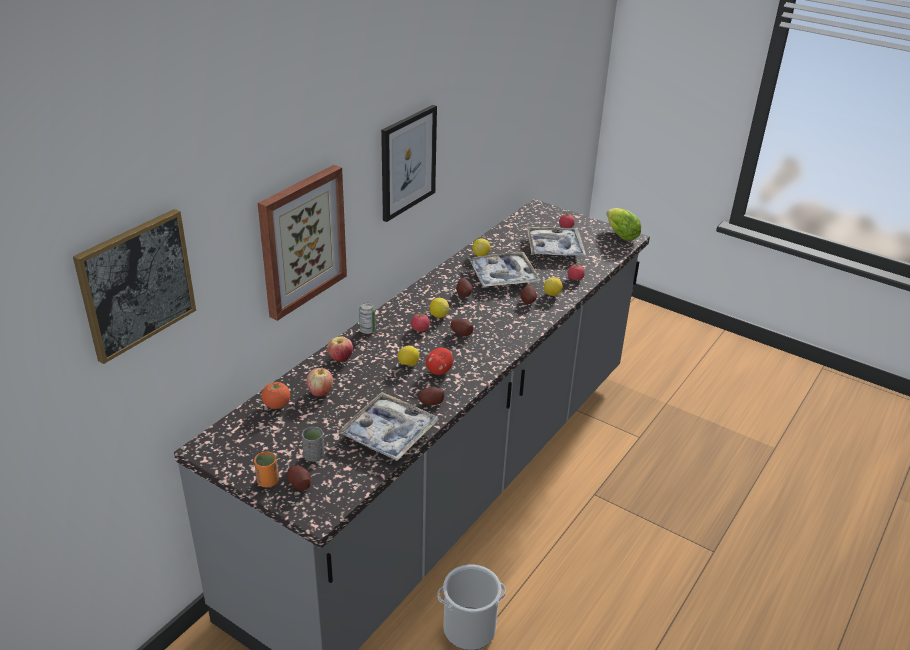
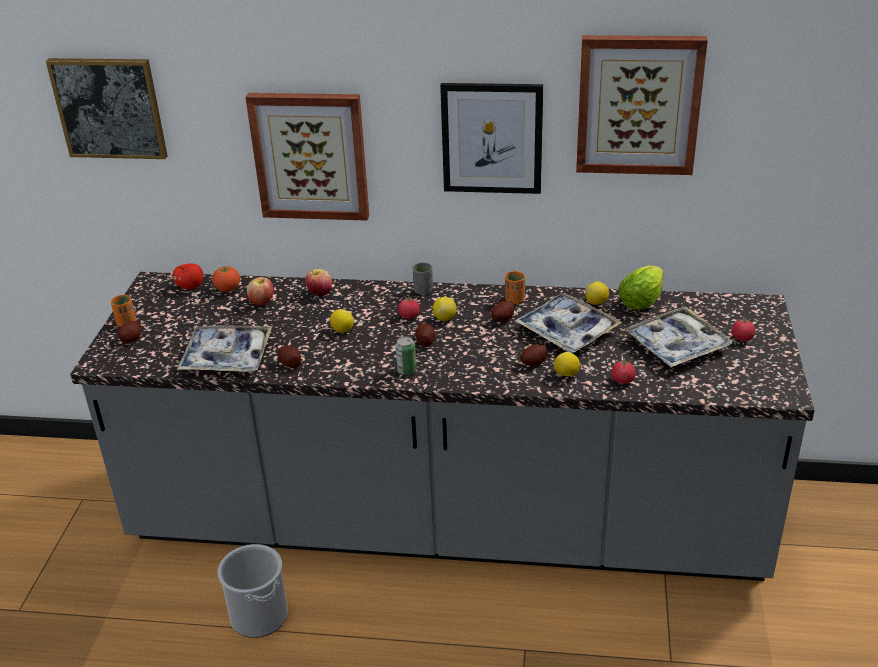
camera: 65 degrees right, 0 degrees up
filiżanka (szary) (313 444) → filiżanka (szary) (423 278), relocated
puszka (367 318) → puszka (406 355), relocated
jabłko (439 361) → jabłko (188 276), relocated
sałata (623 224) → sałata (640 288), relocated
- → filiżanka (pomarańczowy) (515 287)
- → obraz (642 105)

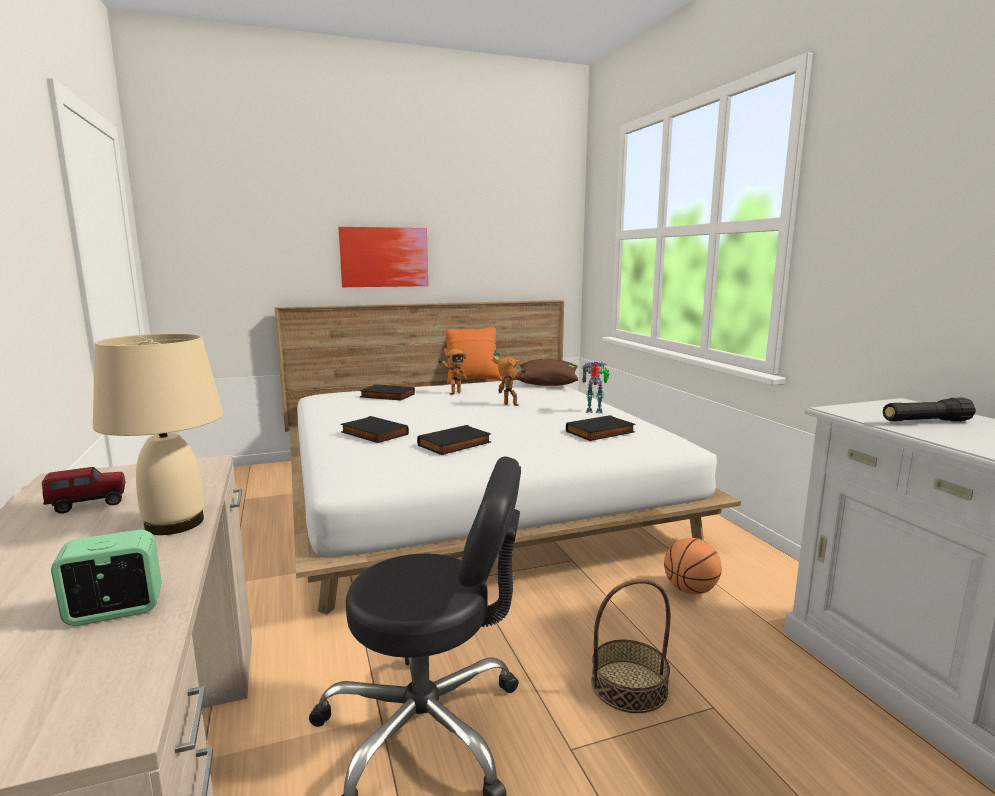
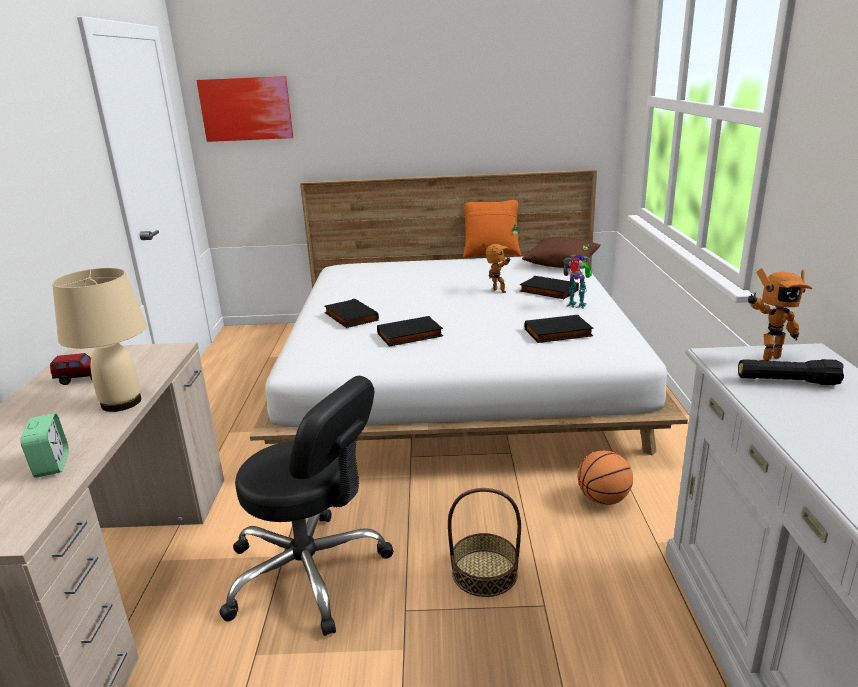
camera: 20 degrees right, 10 degrees up
budzik (106 578) → budzik (44 445), 75 degrees clockwise
obraz (383 257) → obraz (245 109), relocated
książka (czarny) (387 392) → książka (czarny) (549 287), relocated
robot zabawkowy (453 371) → robot zabawkowy (780 315), relocated

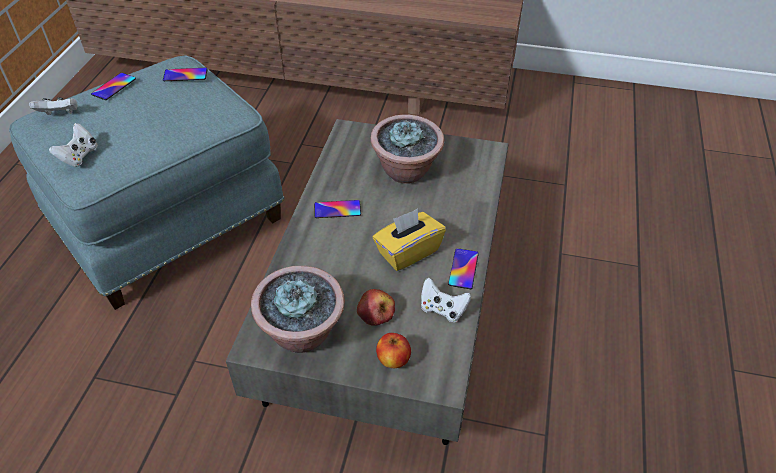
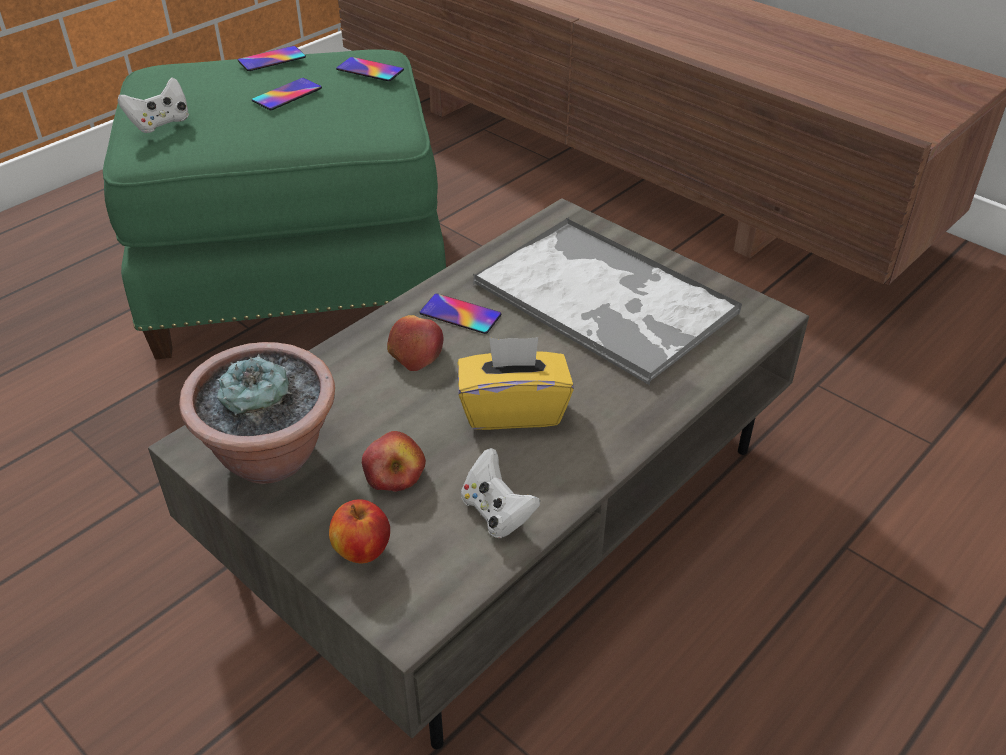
camera: 30 degrees right, 5 degrees down
pufa (niebieski) (146 182) → pufa (zielony) (274 204)
pad do gier (biały) (53 106) → -
roślina doniczkowa (407 149) → taca (607 301)
telefon (463 268) → telefon (287 94), relocated
- → jabłko (415 343)

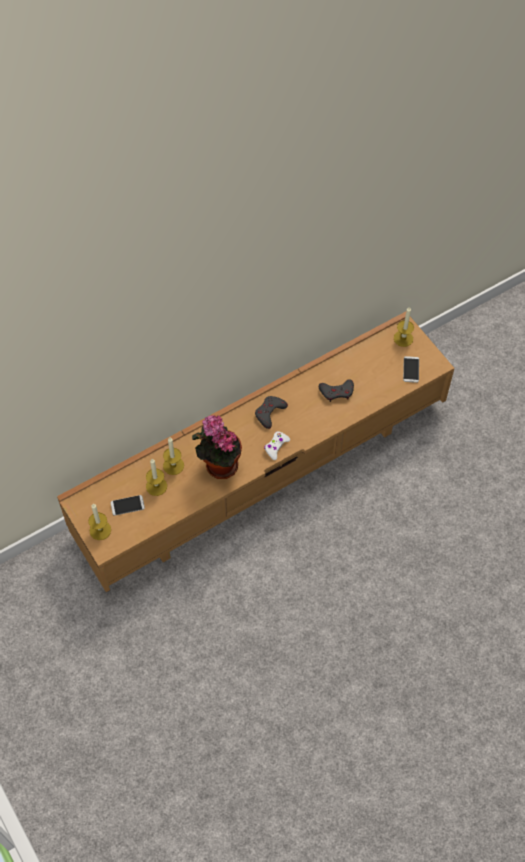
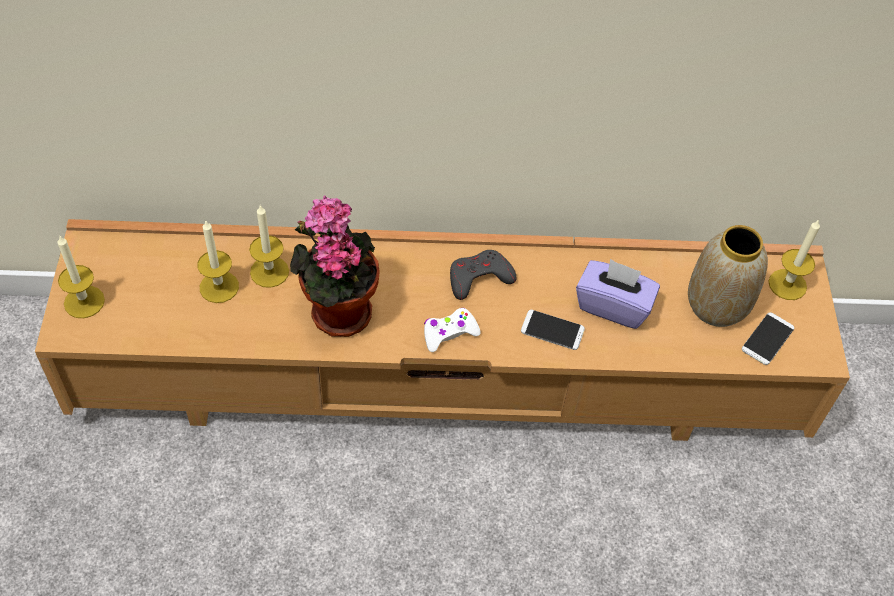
camera: 30 degrees right, 5 degrees down
telefon (128 505) → telefon (553 330), relocated
pad do gier (szary) (336 390) → pudełko chusteczek (fioletowy) (618 294)
- → wazon (728 276)

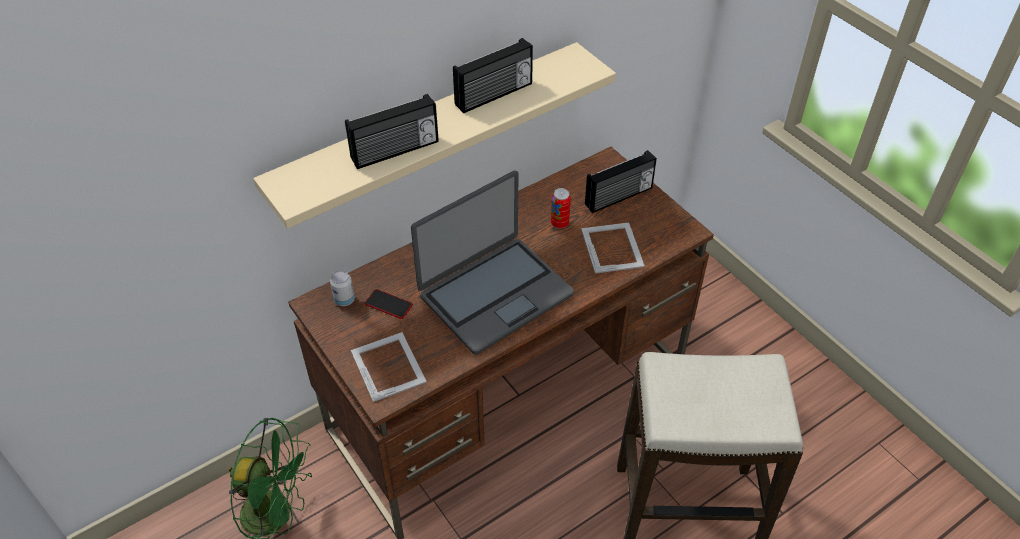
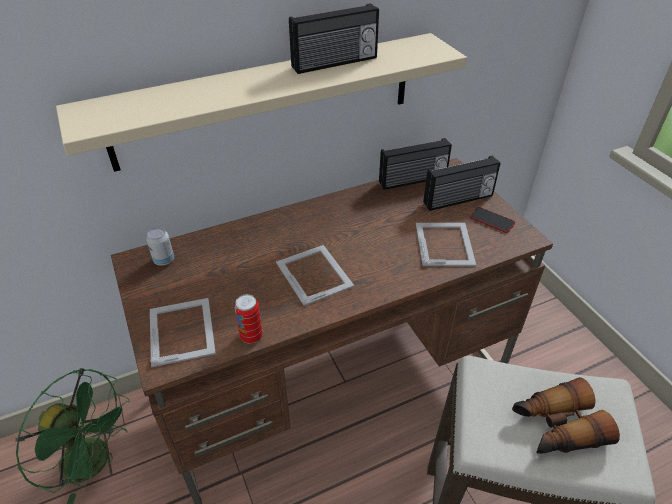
camera: 10 degrees right, 5 degrees down
radio (392 131) → radio (415 164), relocated
telefon (389 304) → telefon (492 220), relocated
laptop (492 262) → ramka na zdjęcie (315 275)
puszka (561 208) → puszka (249 319), relocated
- → lornetka (566 415)

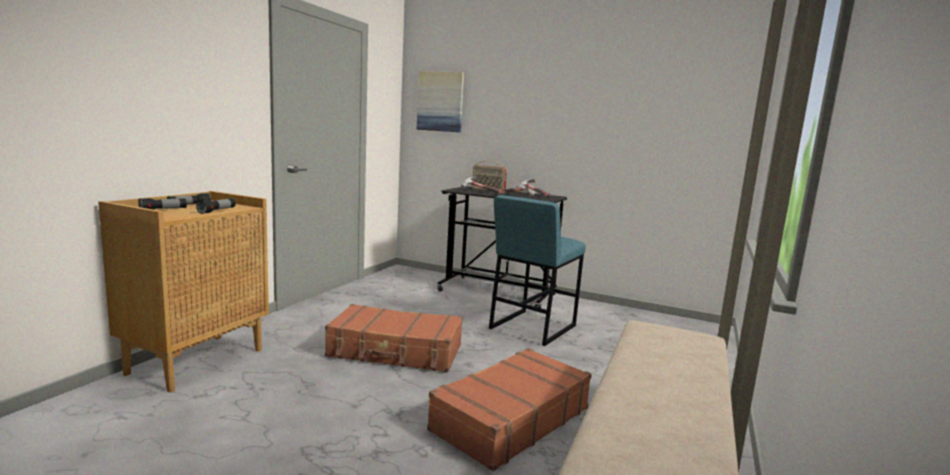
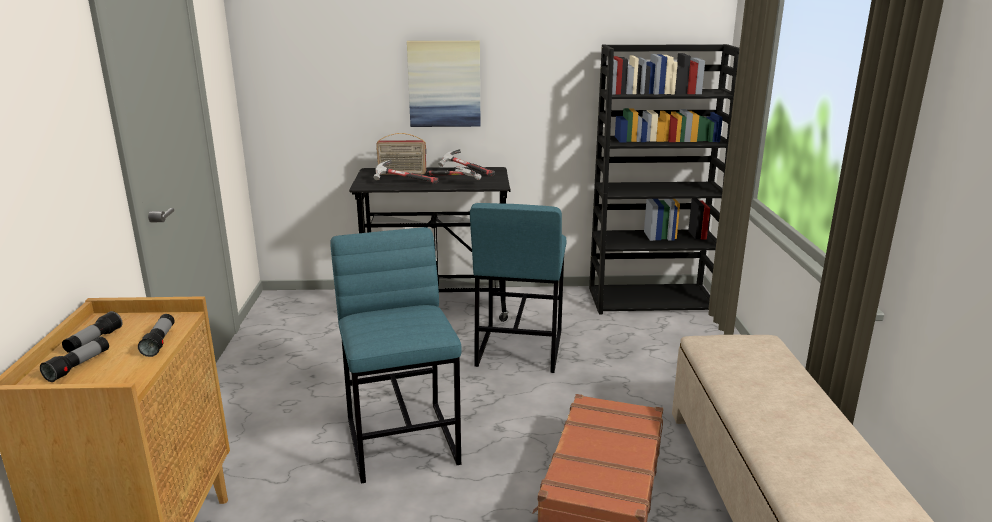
camera: 25 degrees left, 10 degrees up
walizka (brązowy) (394 338) → stołek (niebieski) (396 355)
obraz (440 101) → obraz (443 84), relocated
- → regał (czarny) (664 179)

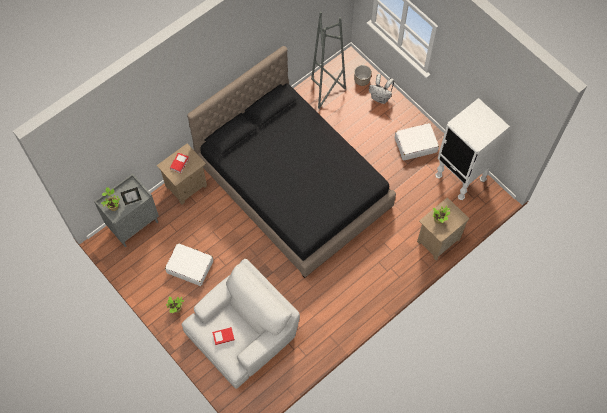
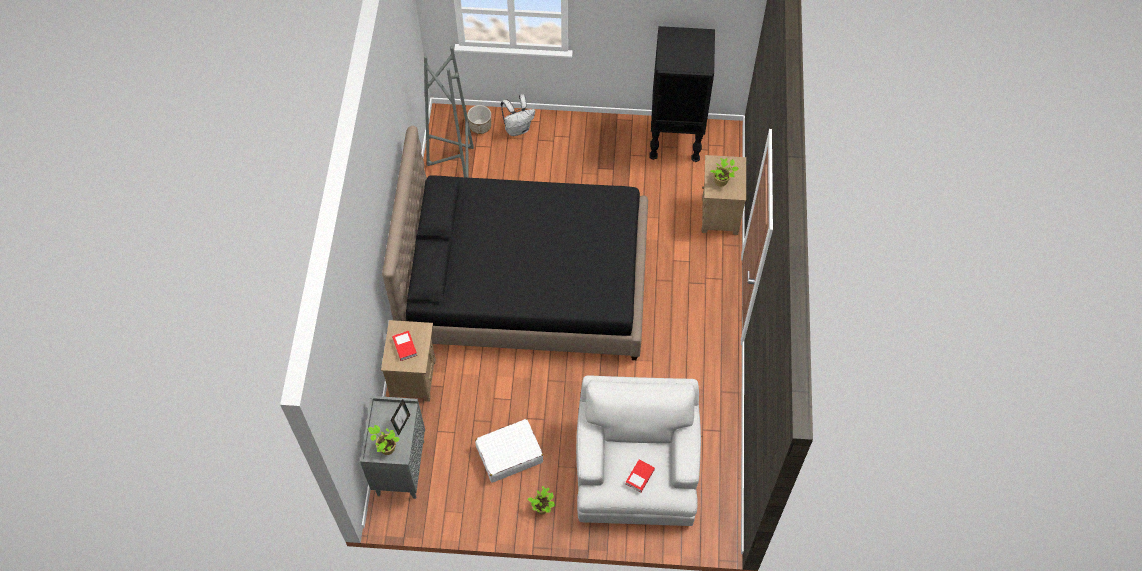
camera: 45 degrees left, 5 degrees down
walizka (biały) (417 142) → -
szafka (biały) (472 149) → szafka (czarny) (682 94)

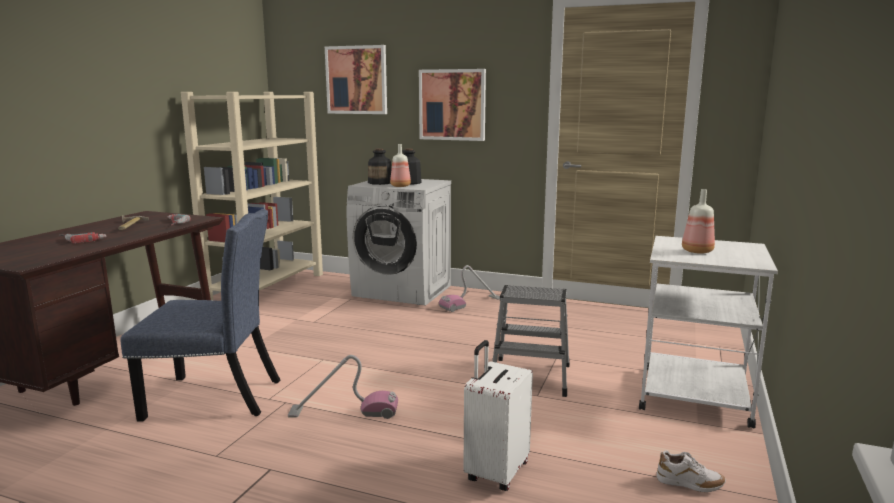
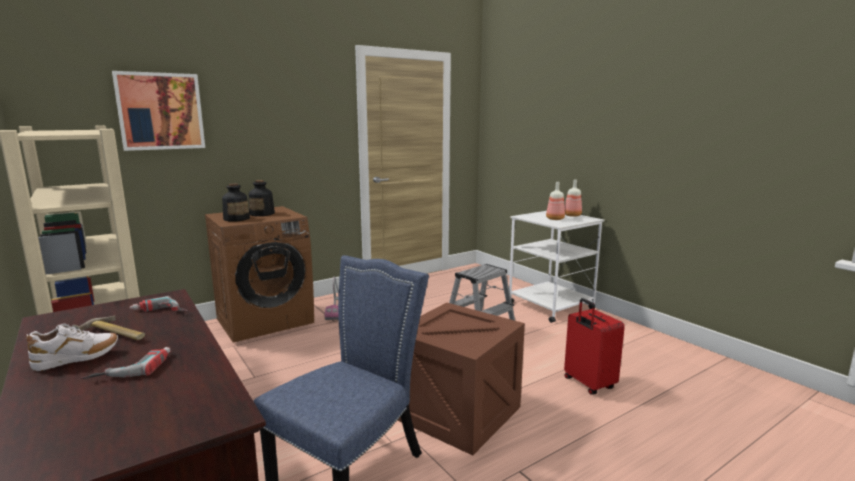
camera: 55 degrees left, 0 degrees up
odkurzacz (343 387) → skrzynka (461 378)
pralka (biały) (399 242) → pralka (brązowy) (259 274)
butelka (400 165) → butelka (573 198), relocated
obraz (452 105) → -
walizka (biały) (498 415) → walizka (czerwony) (594 346)
but (biały) (691 471) → but (biały) (72 347), relocated

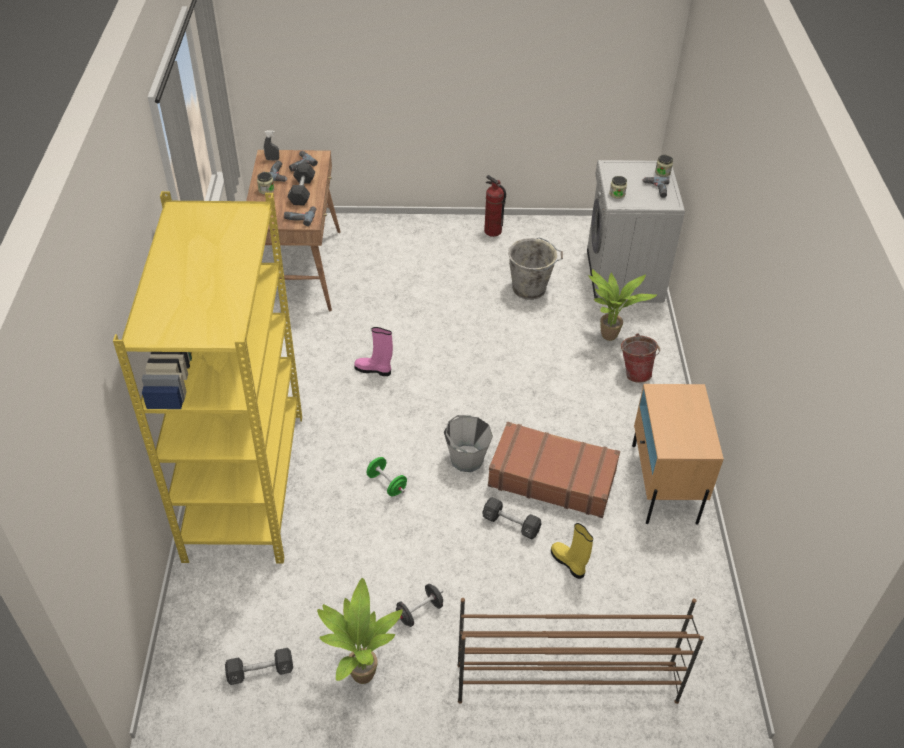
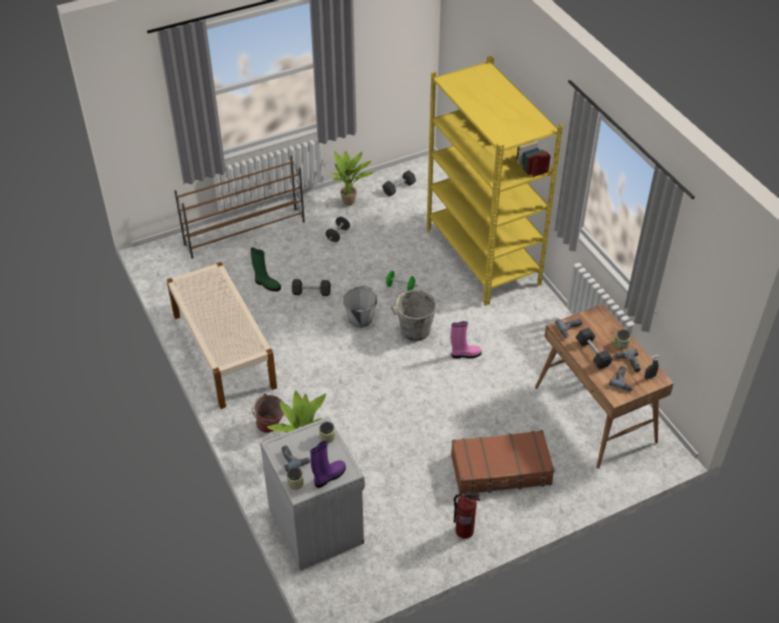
camera: 155 degrees right, 0 degrees up
walizka (brązowy) (554 470) → walizka (brązowy) (502 462), relocated
wiadro (szary) (535 268) → wiadro (szary) (414 315), relocated
but z cholewką (żółty) (572 551) → but z cholewką (zielony) (266 269)
szafka nocna (beżowy) (678 454) → ławka (beżowy) (221 335)
- → but z cholewką (fioletowy) (328 464)

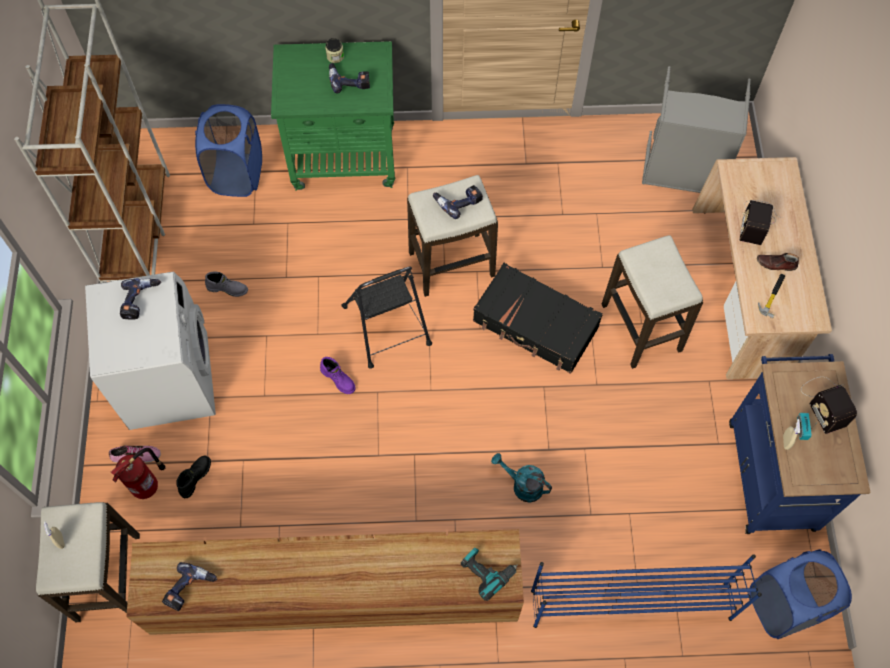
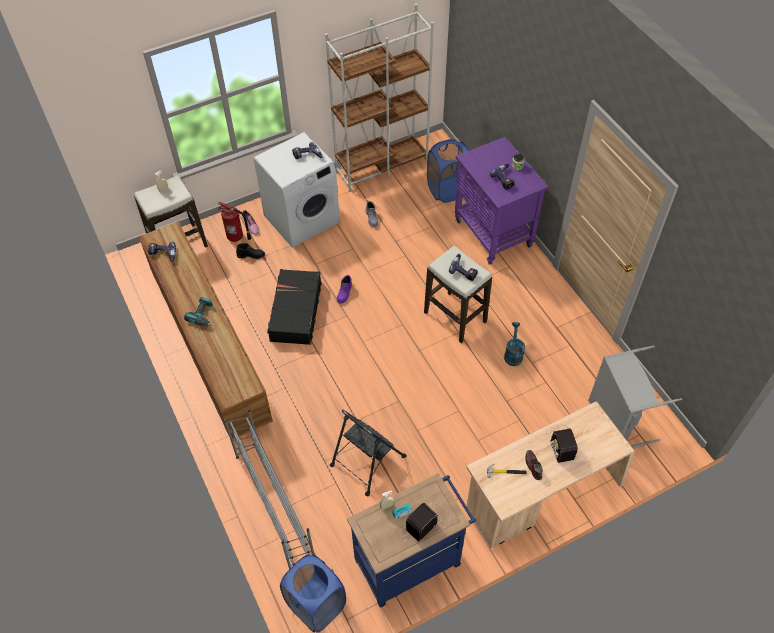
camera: 65 degrees right, 10 degrees down
wózek (zielony) (333 116) → wózek (fioletowy) (502 201)
drabinka (czarny) (387 317) → drabinka (czarny) (368 453), relocated
wiertarka (489 574) → wiertarka (198 312), relocated
walizka (czarny) (538 318) → walizka (czarny) (294 307), relocated
konewka (turkusowy) (521 478) → konewka (turkusowy) (514 344), relocated
regał na buty (niebieski) (646 591) → regał na buty (szary) (269 489)
stołek (652 302) → -
radio (761 222) → radio (562 444), 90 degrees counterclockwise

